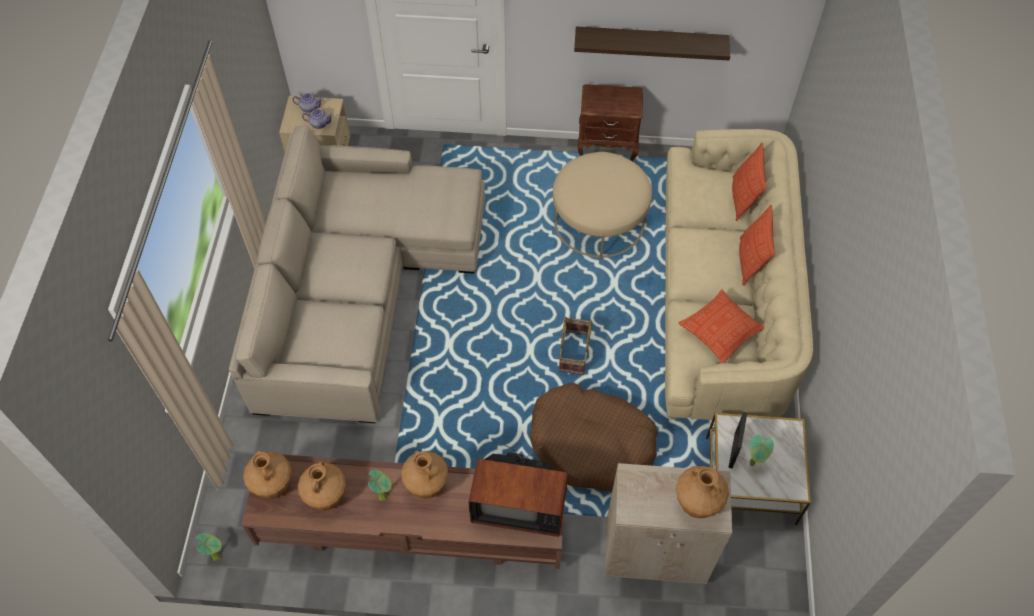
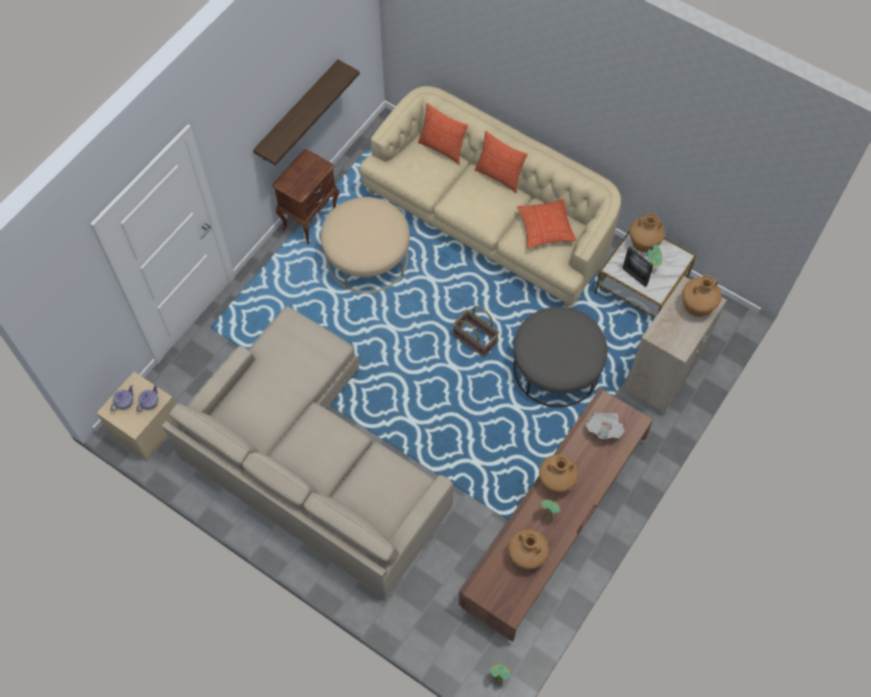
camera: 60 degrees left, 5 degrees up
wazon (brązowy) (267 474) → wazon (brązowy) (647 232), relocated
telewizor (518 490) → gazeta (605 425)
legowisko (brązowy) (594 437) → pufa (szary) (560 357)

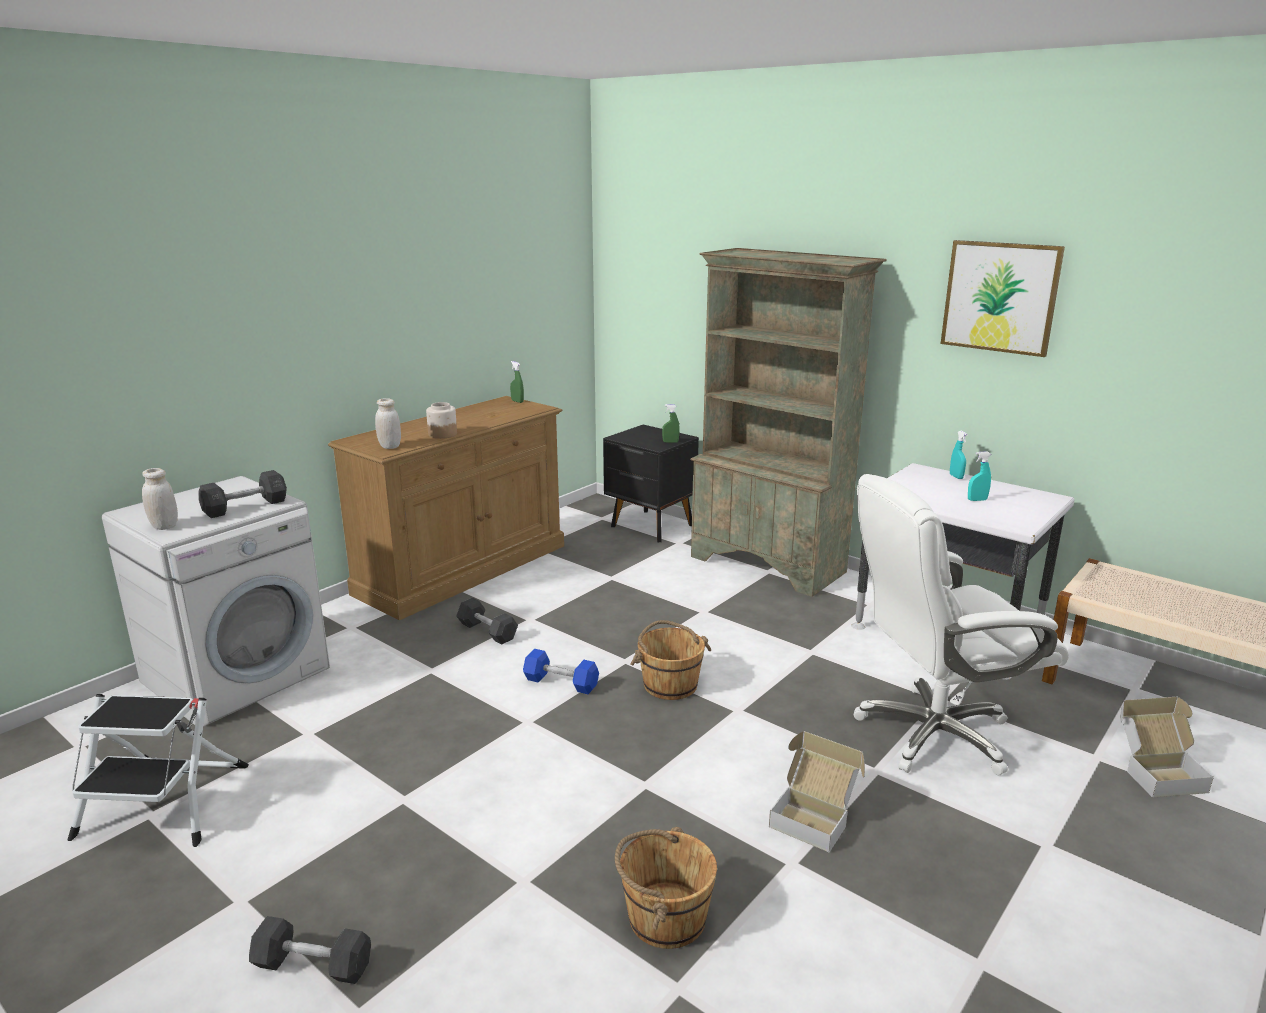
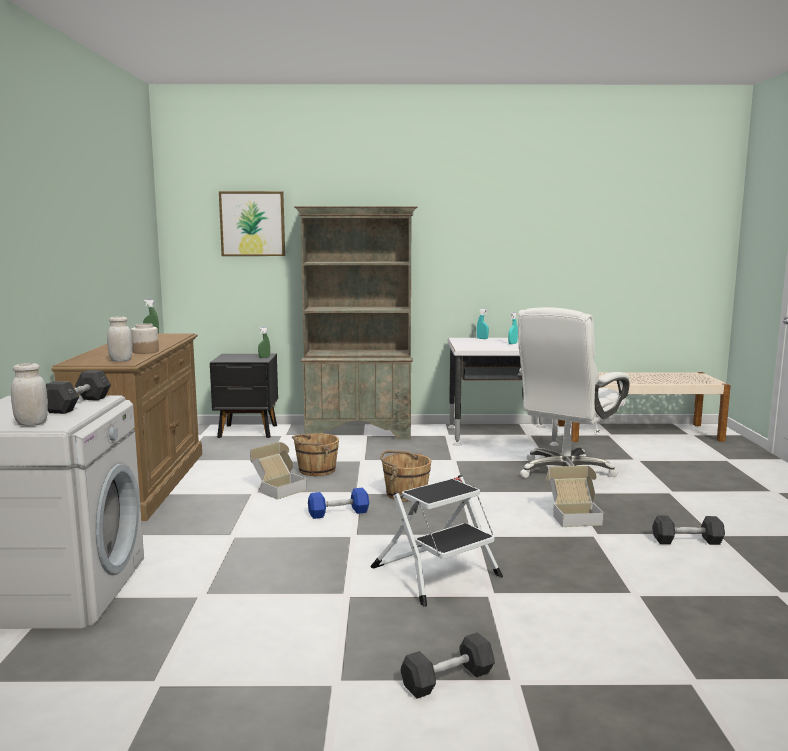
camera: 40 degrees left, 10 degrees down
drabinka (158 770) → drabinka (436 541), relocated
hantel (szary) (487 621) → hantel (szary) (689 530), relocated
wiadro (brązowy) (666 888) → wiadro (brązowy) (315 454), relocated
obraz (1003 298) → obraz (252 223), relocated
karton (1167 747) → karton (278 470), relocated

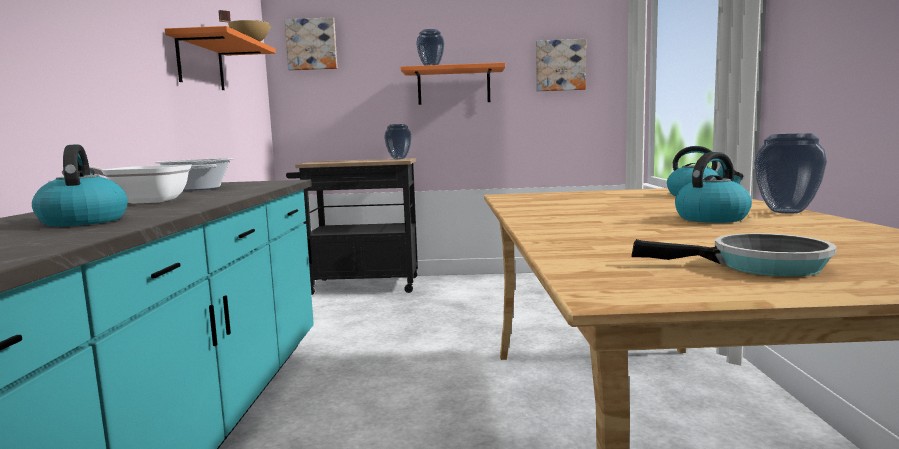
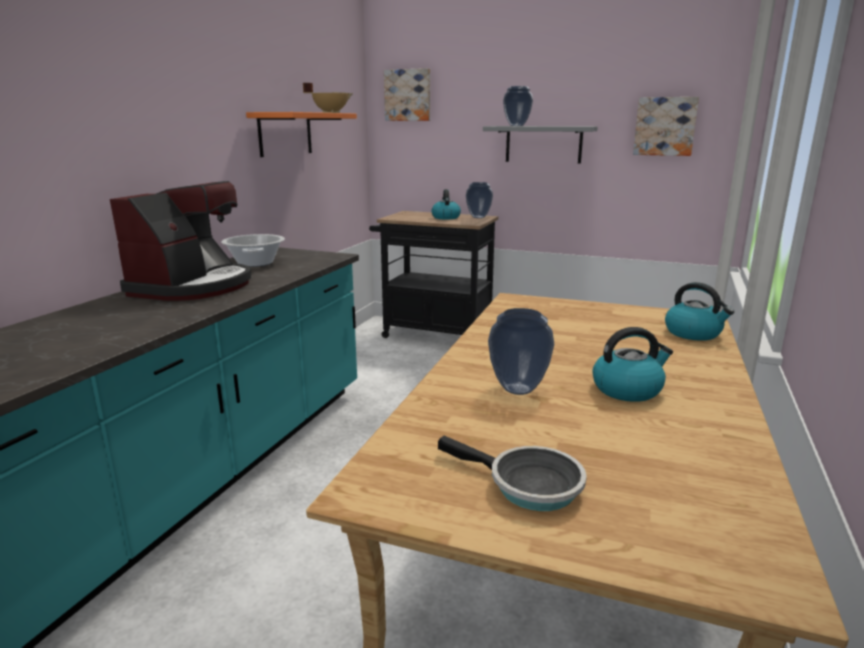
camera: 20 degrees right, 10 degrees up
czajnik (80 185) → czajnik (446 204), relocated
patelnia (127 184) → ekspres do kawy (180 241)
półka (pomarańczowy) (453 84) → półka (szary) (540 144)
wazon (790 173) → wazon (521 351), relocated

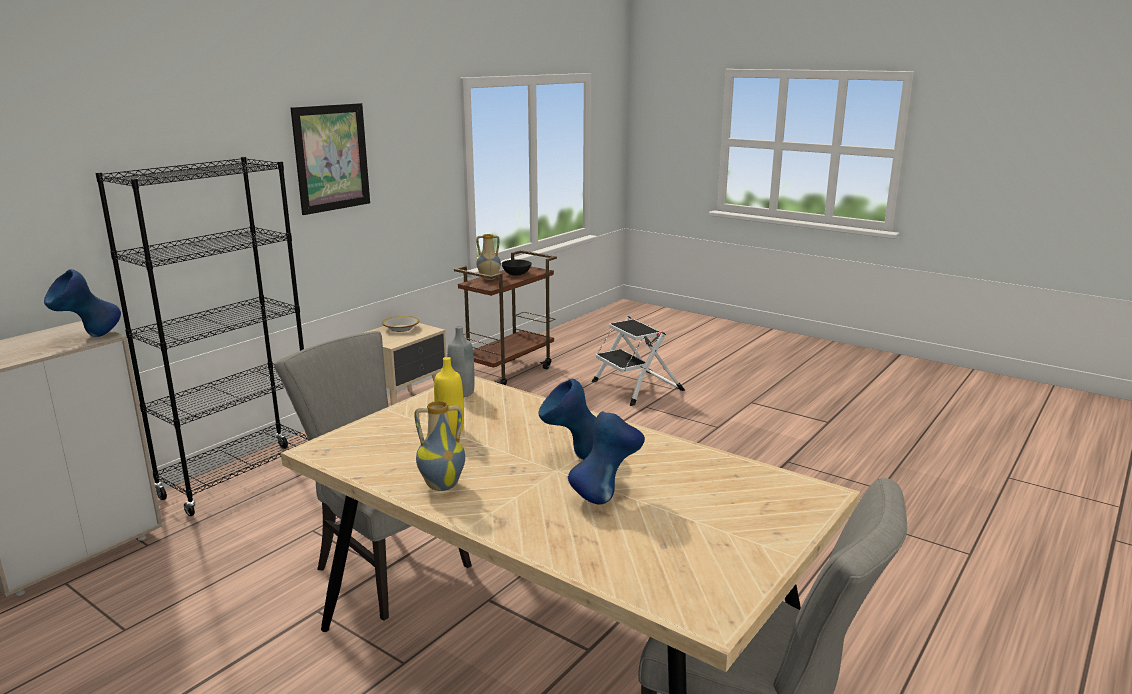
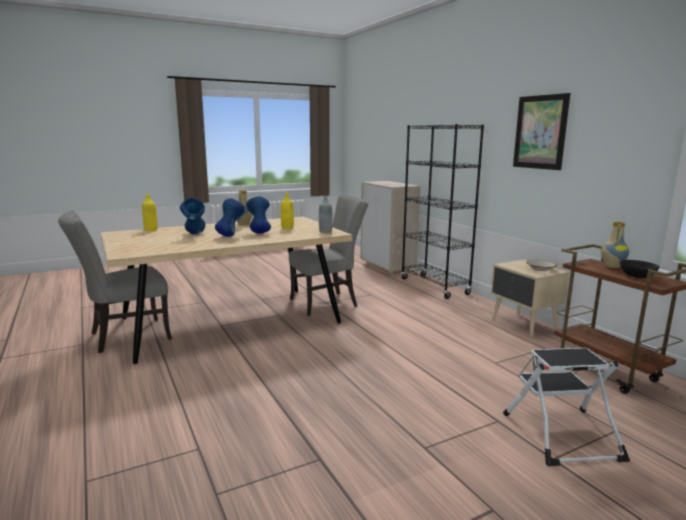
camera: 115 degrees right, 5 degrees down
wazon (niebieski) (82 303) → wazon (niebieski) (258 215), relocated
- → butelka (żółty) (150 212)

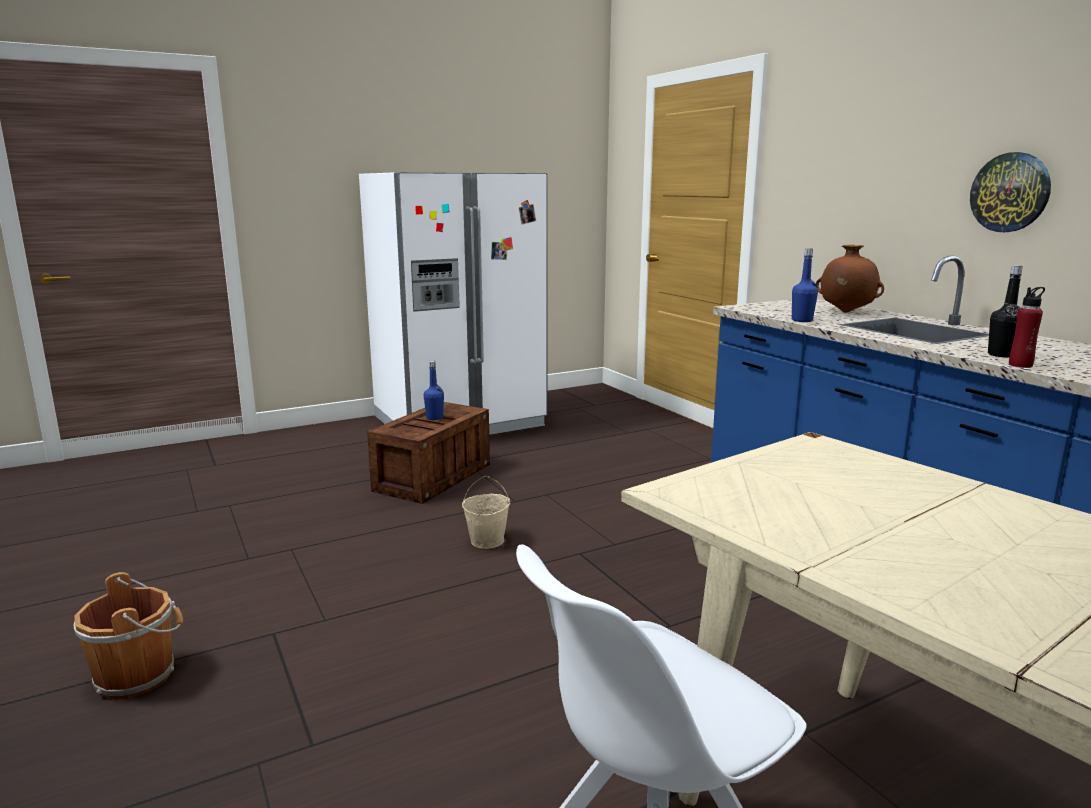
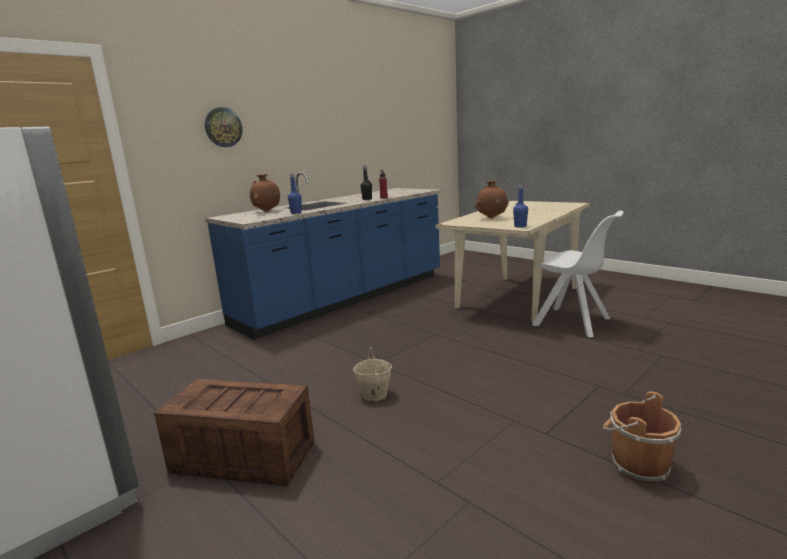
camera: 105 degrees left, 0 degrees up
butelka (niebieski) (434 390) → butelka (niebieski) (520 206), relocated
zegar ścienny (1010 192) → zegar ścienny (223 127), relocated
- → wazon (brązowy) (492 199)

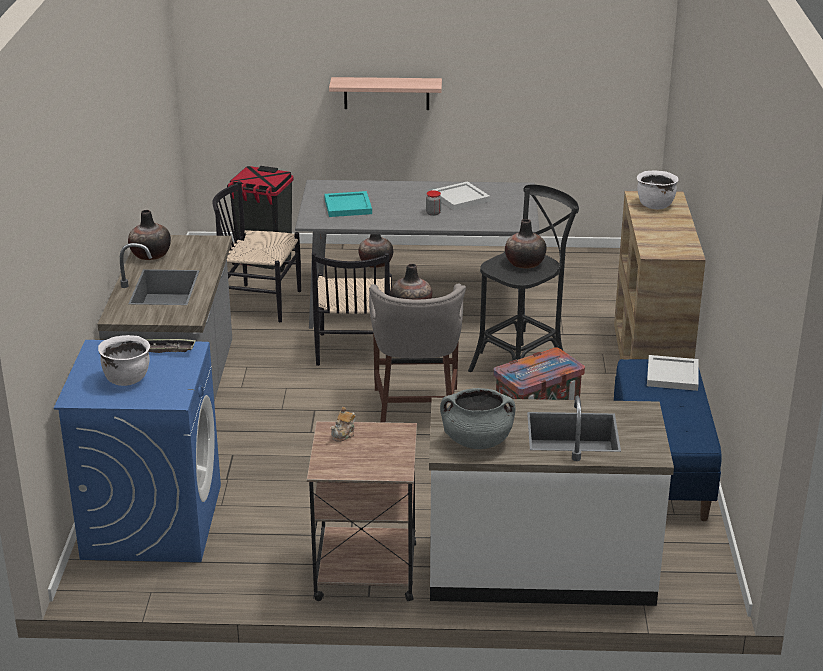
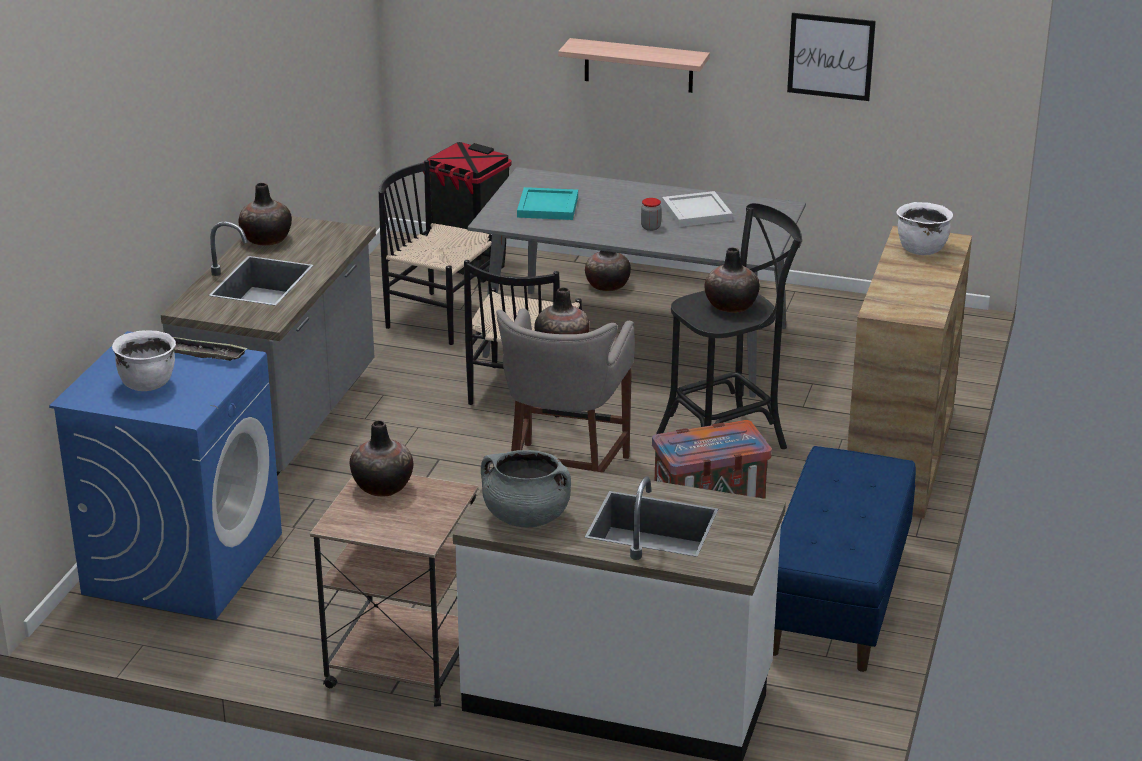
camera: 15 degrees right, 0 degrees up
imbryk (343 424) → wazon (381 459)
taca (biały) (673 373) → -
- → obraz (831 57)

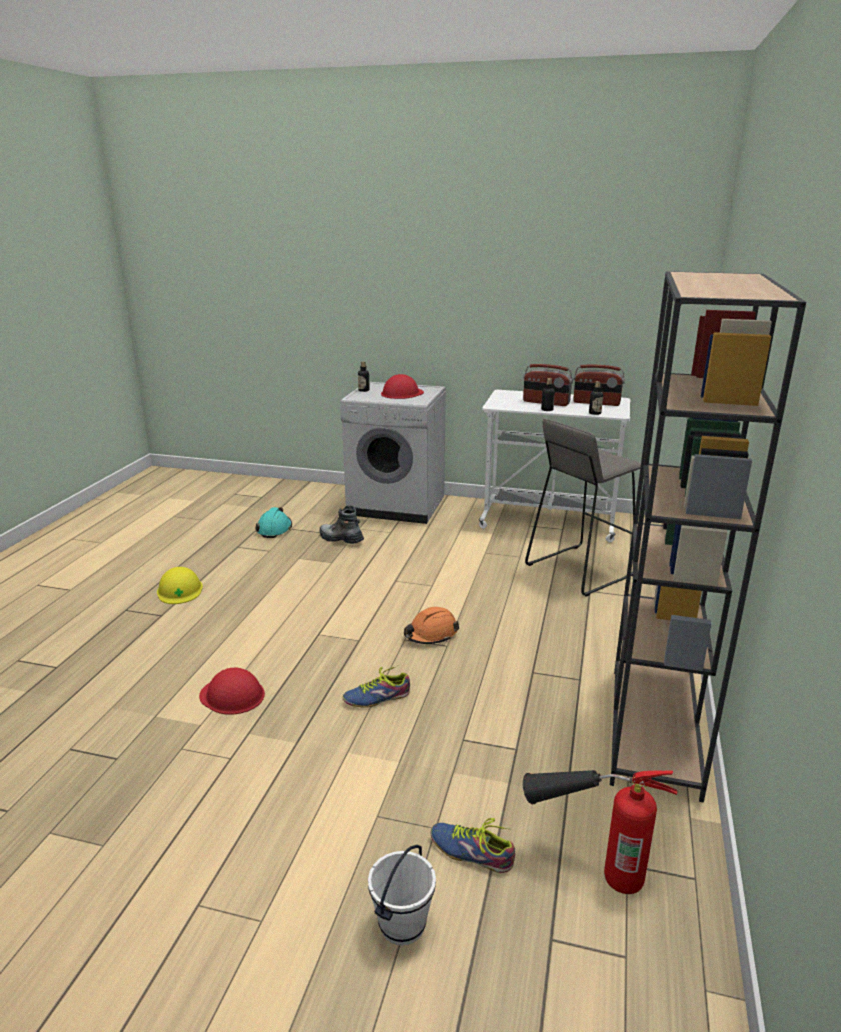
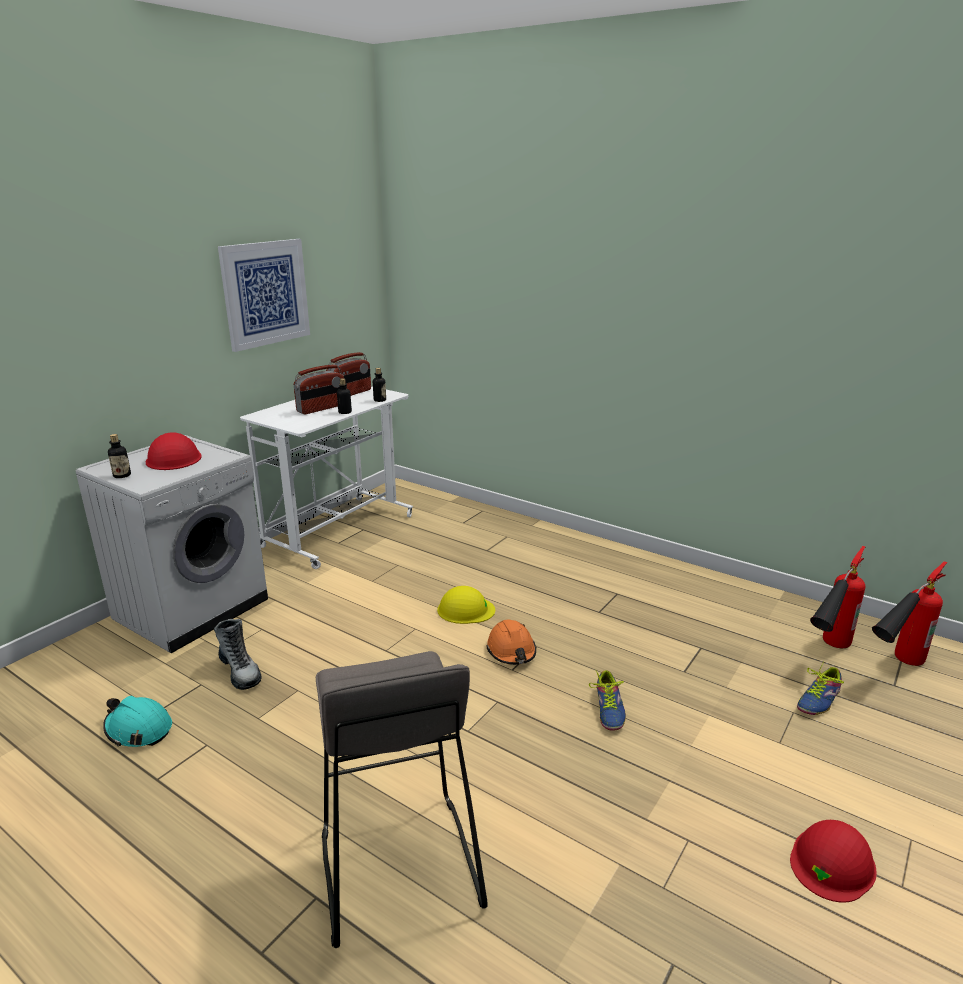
camera: 70 degrees left, 0 degrees up
kask (żółty) (180 585) → kask (żółty) (466 605), relocated
kask (czerwony) (232 691) → kask (czerwony) (833 861), relocated
but z cholewką (341 524) → but z cholewką (238 654), 90 degrees counterclockwise
wiadro (biały) (402 895) → -
stołek (szary) (583 508) → stołek (szary) (402 799), relocated
regał (708 537) → -
- → obraz (264 295)
- → gaśnica (909 613)

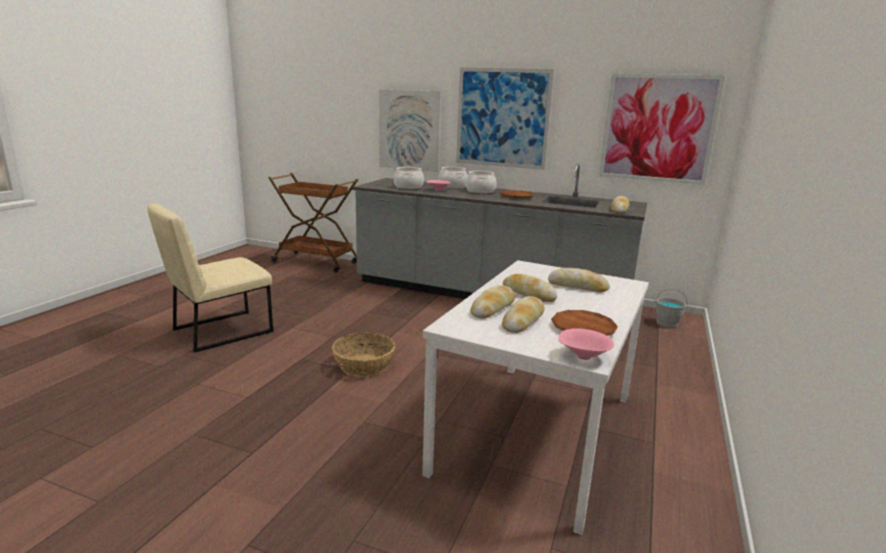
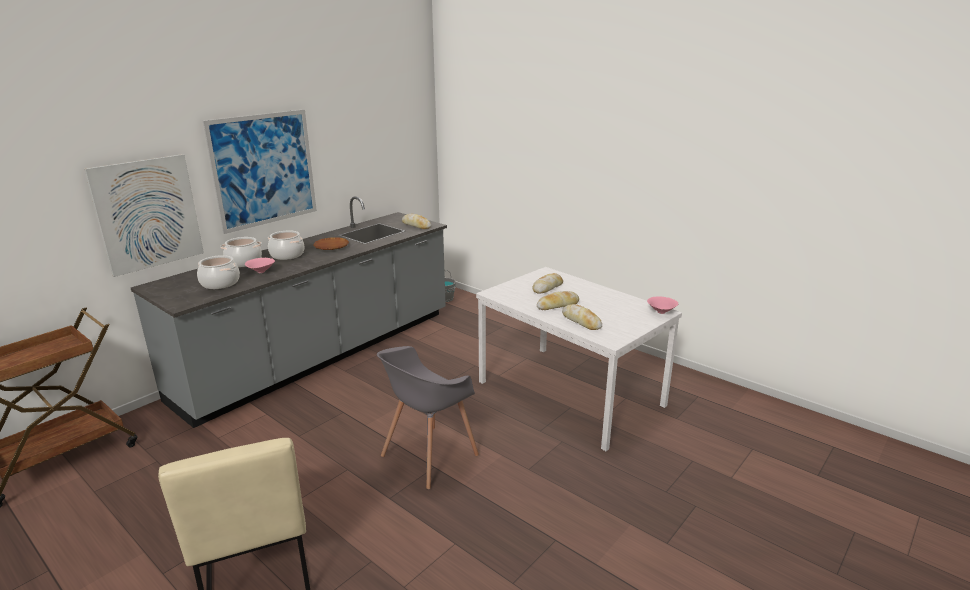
camera: 70 degrees left, 5 degrees up
koszyk (363 354) → krzesło (szary) (428 417)
chleb (523 314) → -
talerz (brązowy) (584 323) → -
obraz (662 129) → -

